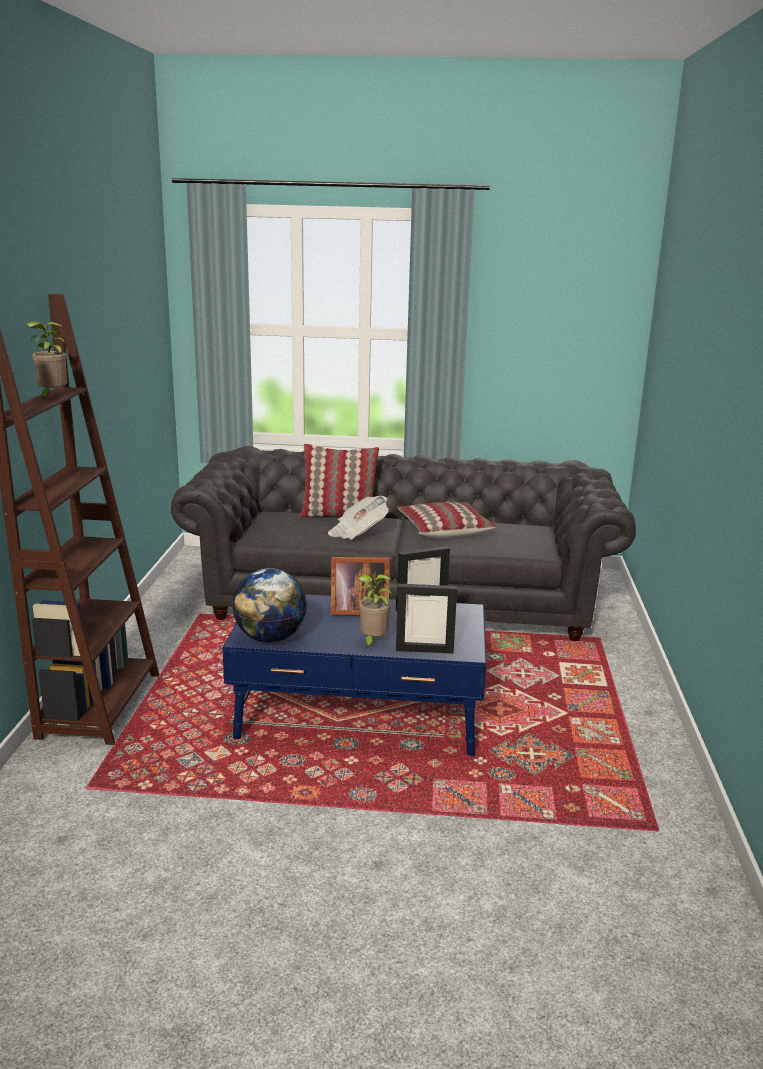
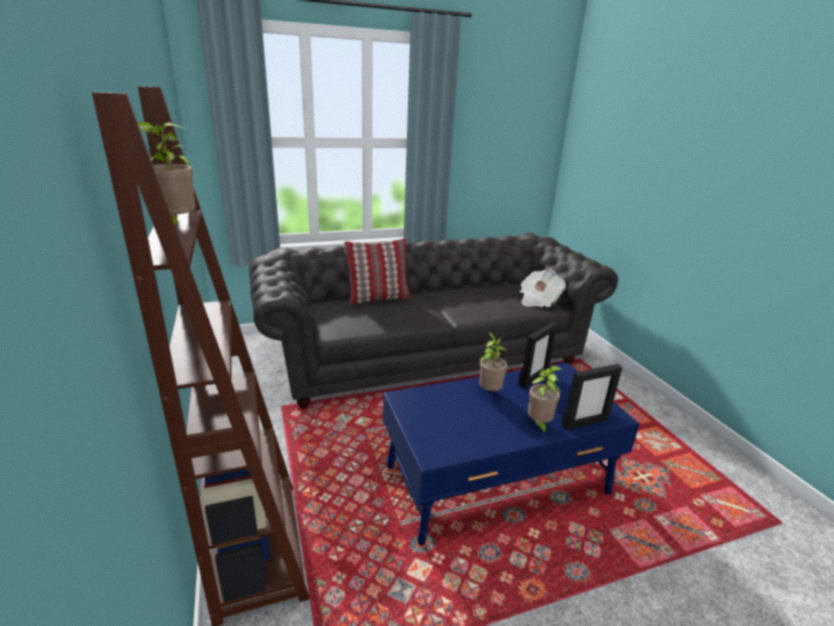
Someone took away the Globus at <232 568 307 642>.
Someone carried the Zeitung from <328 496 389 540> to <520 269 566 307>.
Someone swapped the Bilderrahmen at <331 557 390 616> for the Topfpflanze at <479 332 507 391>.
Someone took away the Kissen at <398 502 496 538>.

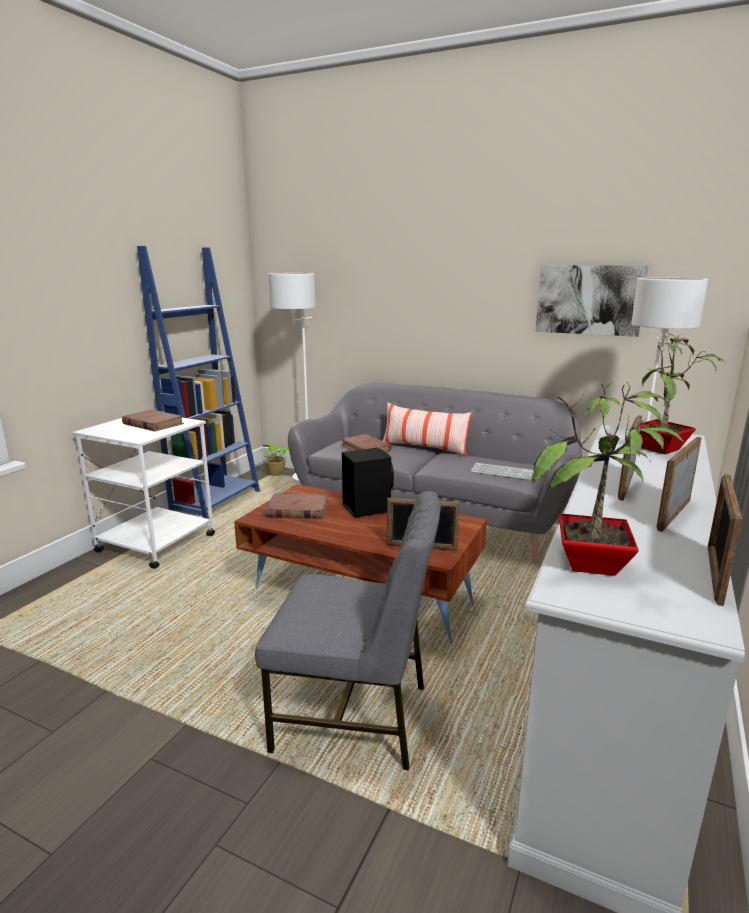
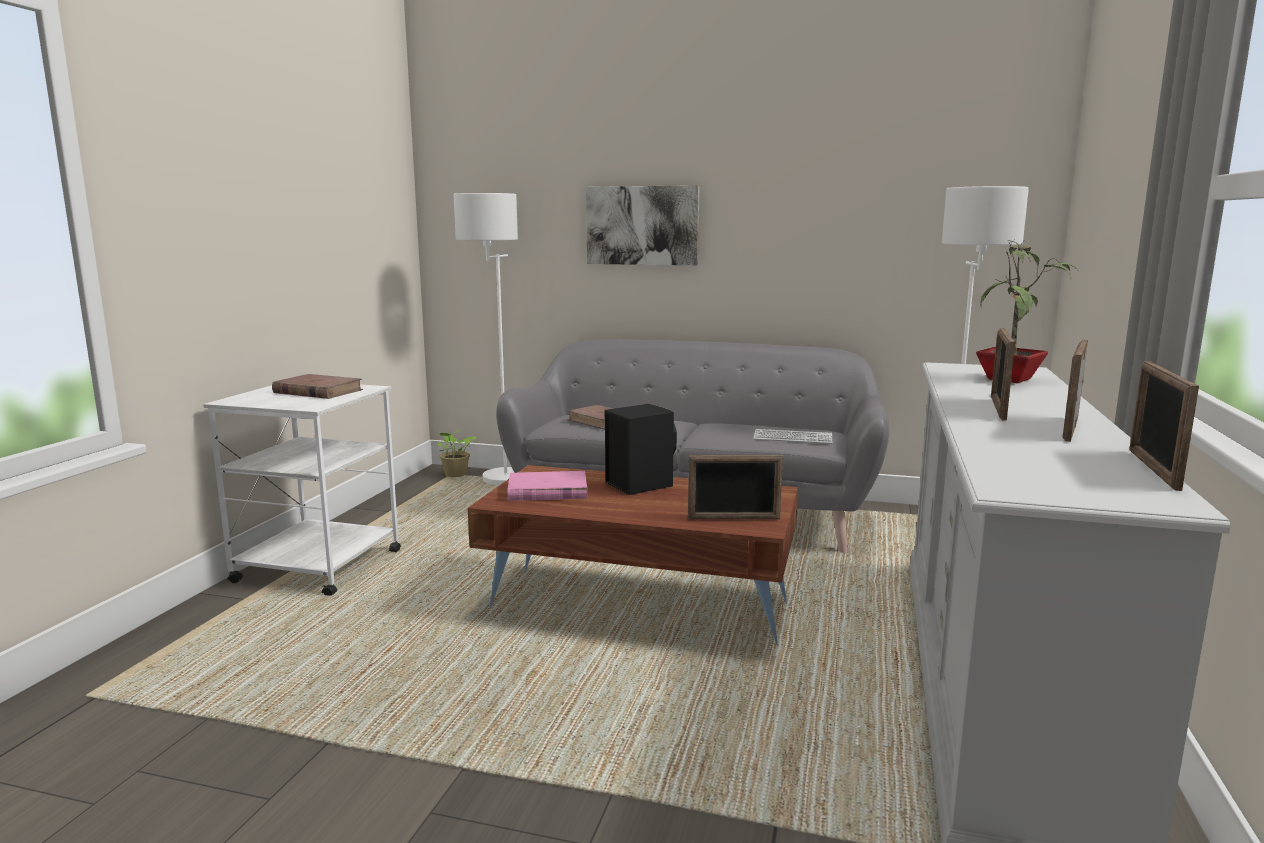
Someone took away the Bücherregal [blau] at <137 246 260 519>.
Someone took away the Stuhl [grau] at <255 491 441 770>.
Someone repainted the Buch [braun] at <264 493 329 519>, which became the Buch [rosa] at <508 471 587 501>.
Someone took away the Kissen at <383 402 473 456>.
Someone took away the Topfpflanze at <532 381 684 576>.
Someone carried the Bild from <535 265 649 337> to <586 185 700 265>.

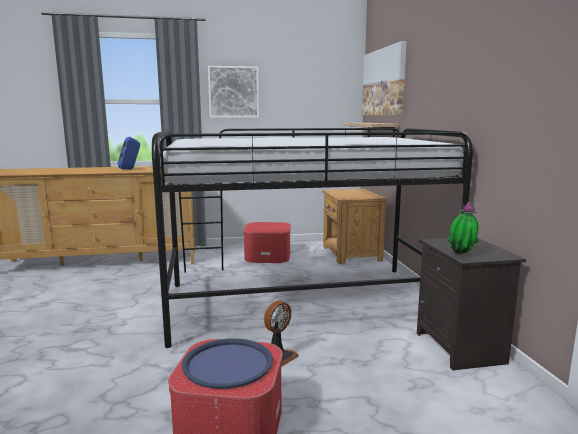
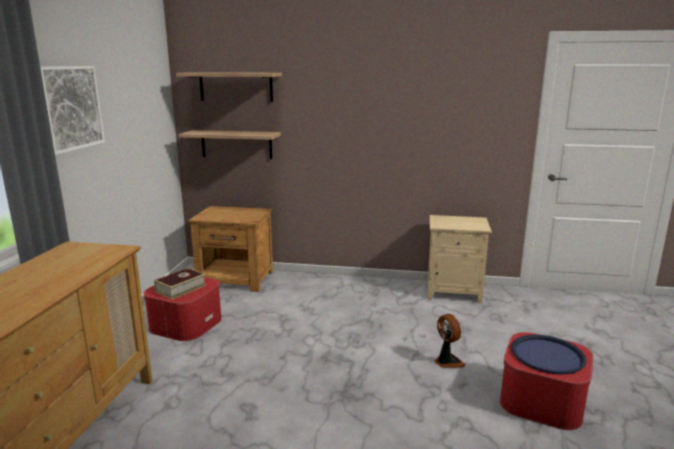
Someone took away the Lautsprecher [blau] at <118 137 140 170>.
Someone took away the Bett [schwarz] at <152 128 473 348>.
Someone swapped the Bild at <362 41 407 115> for the Wandregal at <176 72 282 102>.
Someone repainted the Nachttisch [schwarz] at <417 238 526 370>, which became the Nachttisch [beige] at <428 215 492 303>.
Someone took away the Topfpflanze at <447 202 479 255>.
Someone put down the Buch at <154 268 206 300>.

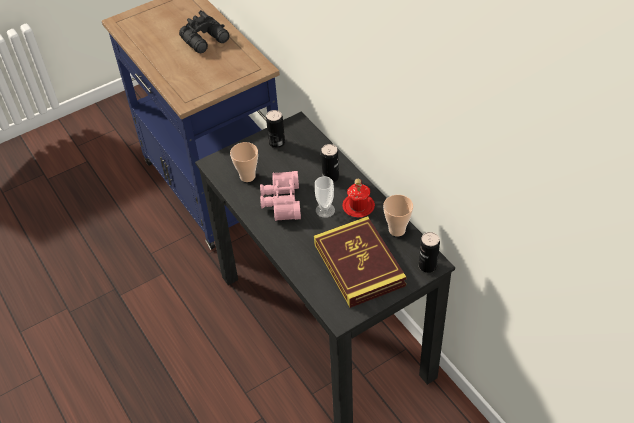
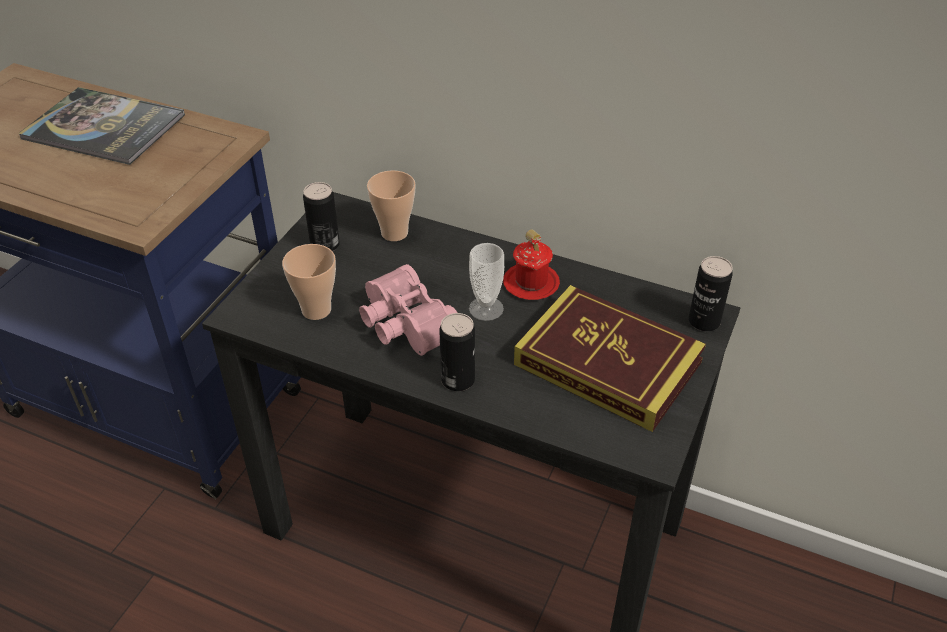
Someone swapped the Fernglas [schwarz] at <179 10 229 53> for the Buch at <18 87 185 165>.
Someone carried the Dose from <321 144 339 183> to <439 313 475 391>.
Someone carried the Tasse from <383 195 413 237> to <367 170 416 241>.

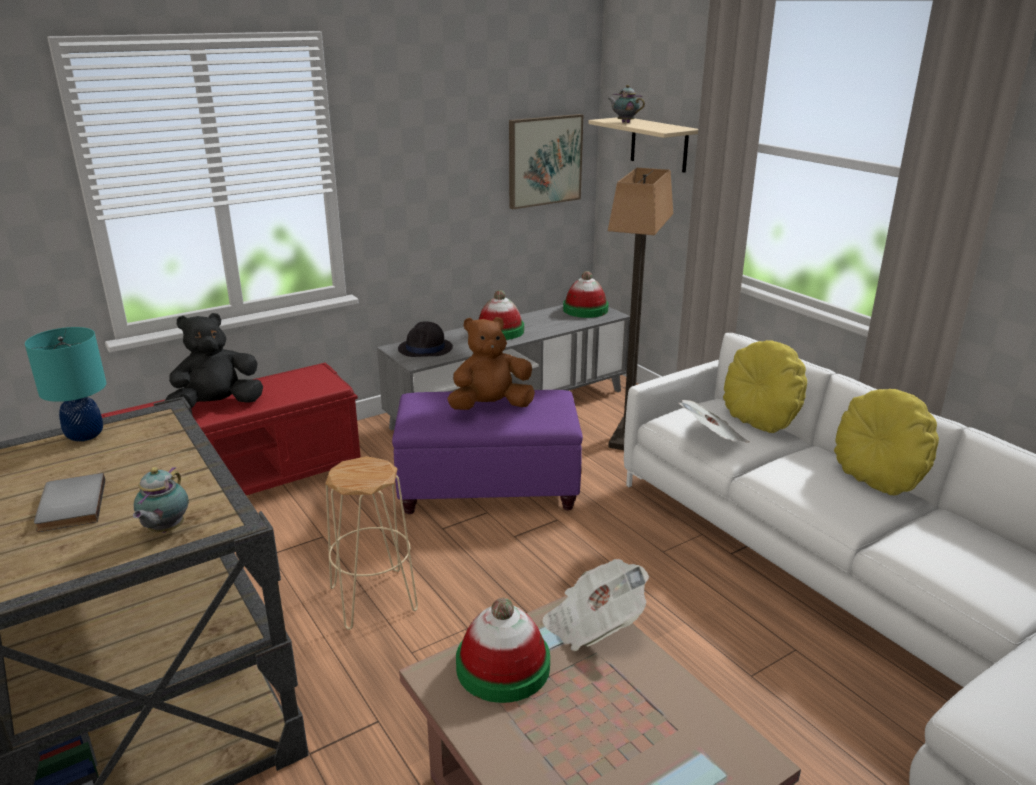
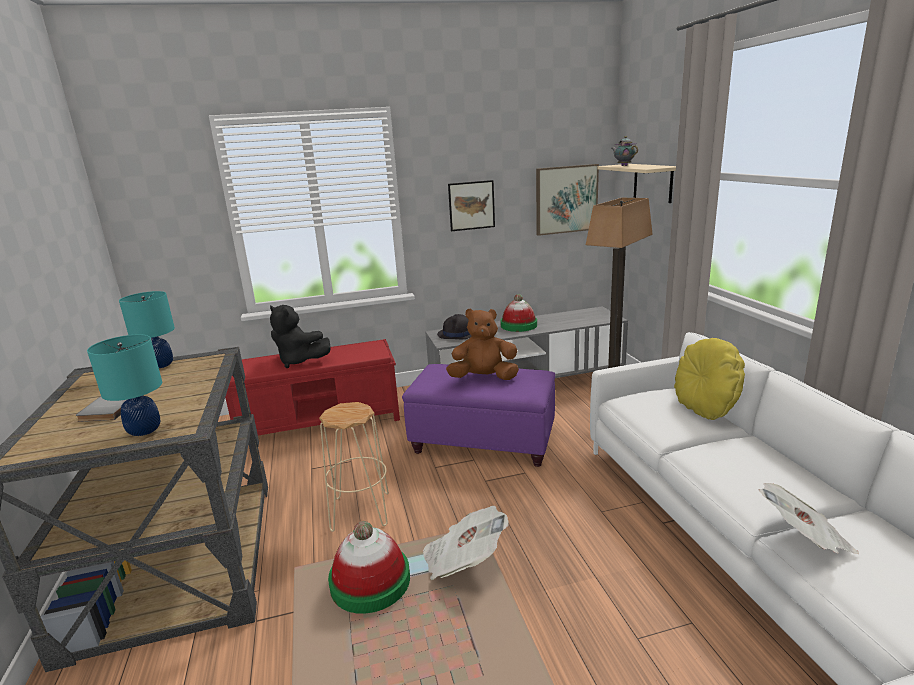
Someone swapped the Teekanne at <133 467 189 533> for the Tischlampe [türkis] at <87 335 162 436>.
Someone rotated the Plüschtier [schwarz] at <165 313 263 408> by 135 degrees counterclockwise.
Someone took away the Hut at <563 271 609 318>.
Someone carried the Zeitung from <679 400 750 443> to <758 483 859 554>.
Someone took away the Kissen [gelb] at <834 389 939 495>.
Someone put up the Bild at <448 180 495 231>.

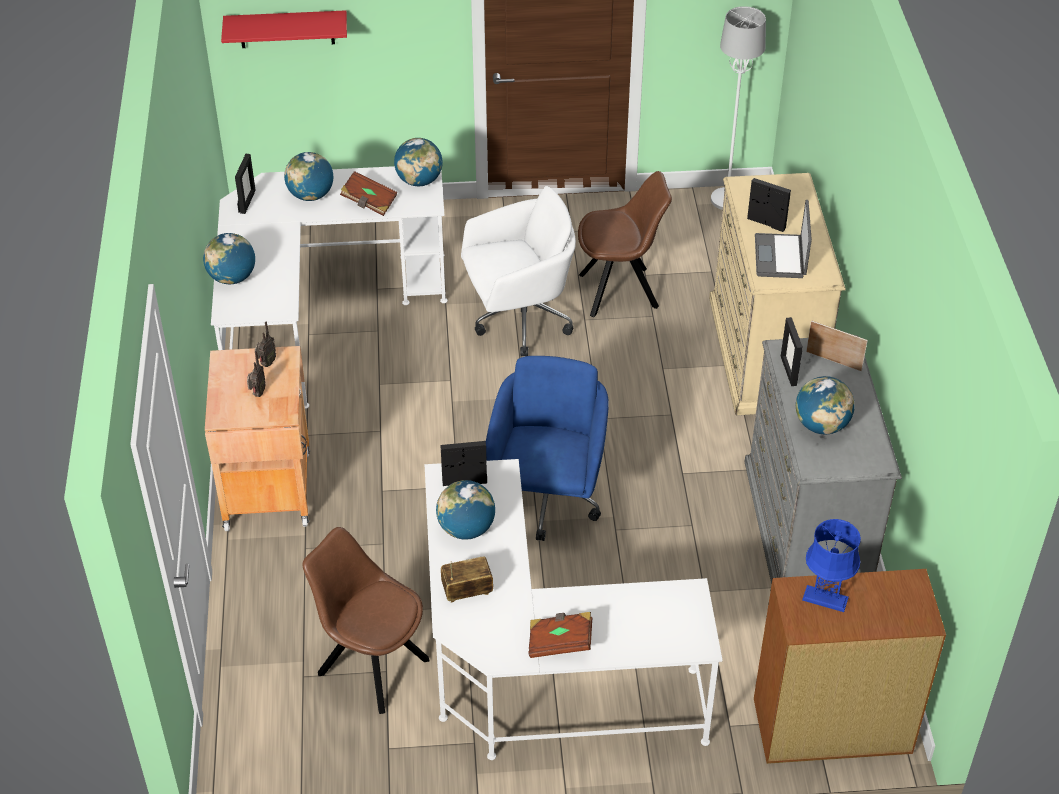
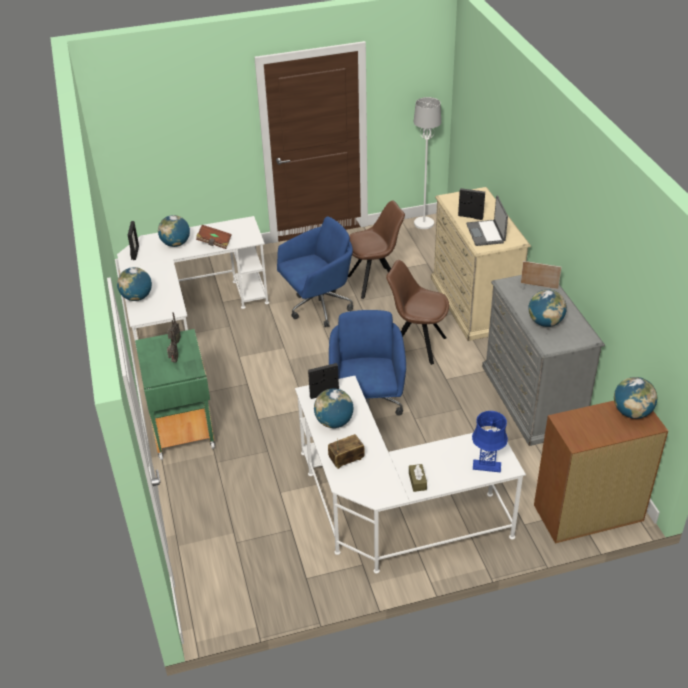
Someone repainted the Rollwagen [braun] at <205 346 310 531>, which became the Rollwagen [grün] at <135 329 216 460>.
Someone took away the Wandregal [rot] at <221 10 347 48>.
Someone carried the Stuhl [braun] from <302 527 430 714> to <386 260 449 365>.
Someone carried the Globus from <394 138 443 186> to <614 377 657 419>.
Someone repainted the Bürostuhl [weiß] at <461 186 576 357>, which became the Bürostuhl [blau] at <277 217 353 327>.
Someone swapped the Buch [braun] at <529 612 592 658> for the Taschentuchbox [braun] at <409 464 427 492>.
Someone took away the Bilderrahmen at <781 317 803 386>.
Someone carried the Tischlampe [blau] from <802 519 861 612> to <472 411 508 472>.

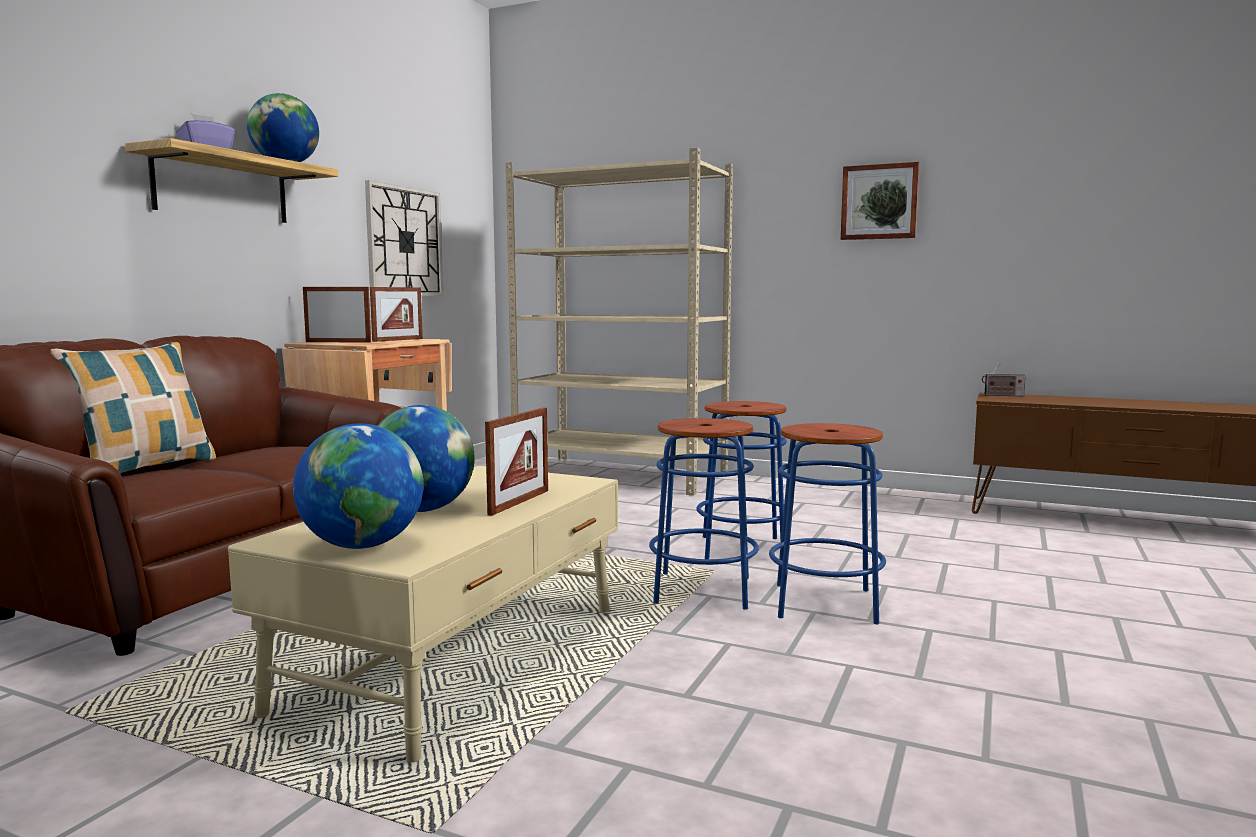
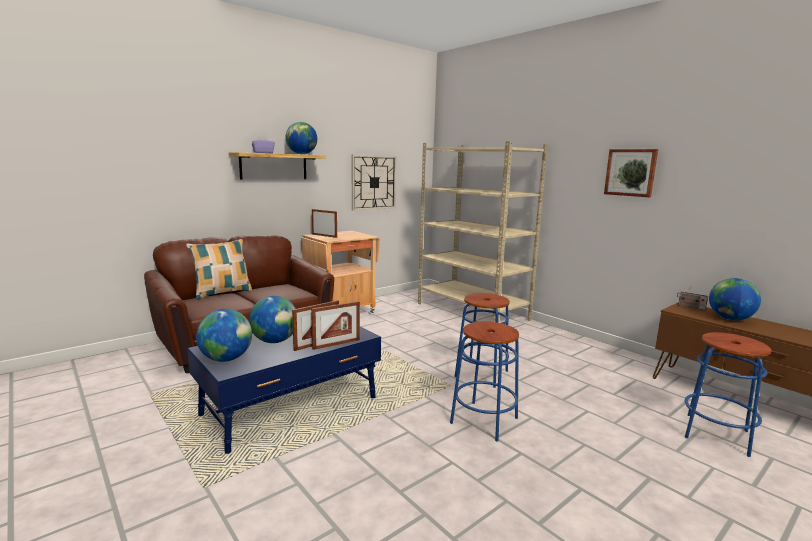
Someone repainted the Couchtisch [beige] at <228 466 618 762>, which became the Couchtisch [blau] at <187 327 381 454>.
Someone carried the Bilderrahmen from <370 287 423 342> to <311 301 360 350>.
Someone carried the Hocker [blau] from <649 418 759 610> to <685 332 772 457>.
Someone put down the Globus at <709 278 761 320>.

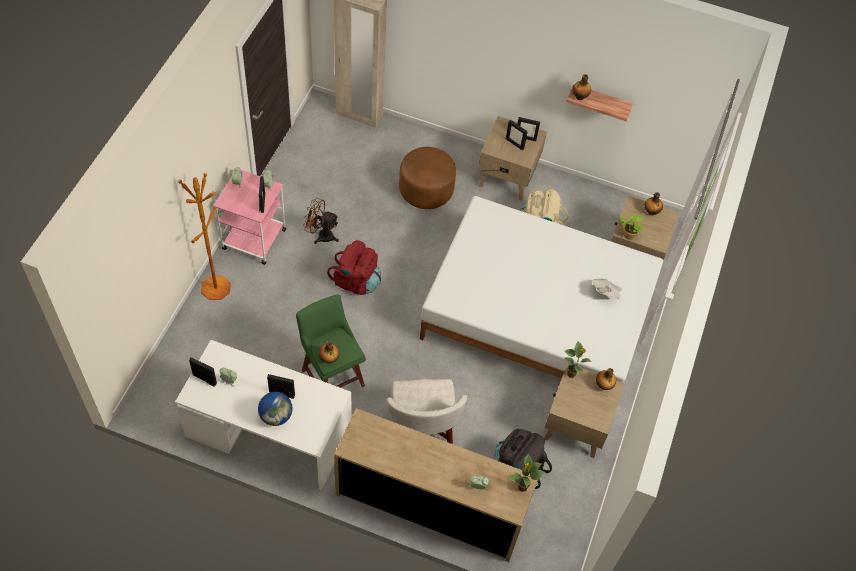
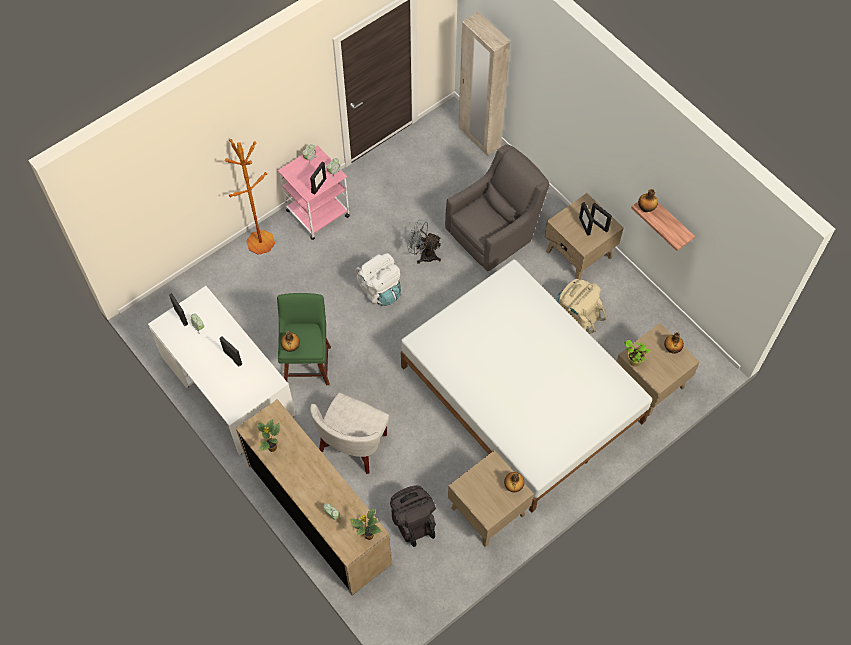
Someone took away the Globus at <258 392 293 426>.
Someone took away the Ventilator [braun] at <303 198 339 244>.
Someone repainted the Rucksack [rot] at <327 240 381 295>, which became the Rucksack [weiß] at <355 253 401 306>.
Someone swapped the Polsterhocker [braun] at <399 147 456 209> for the Sessel [grau] at <445 144 549 271>.
Someone carried the Topfpflanze from <564 341 592 378> to <257 419 280 452>.
Someone took away the Zeitung at <592 278 622 299>.
Someone put down the Ventilator [grau] at <407 220 441 264>.

